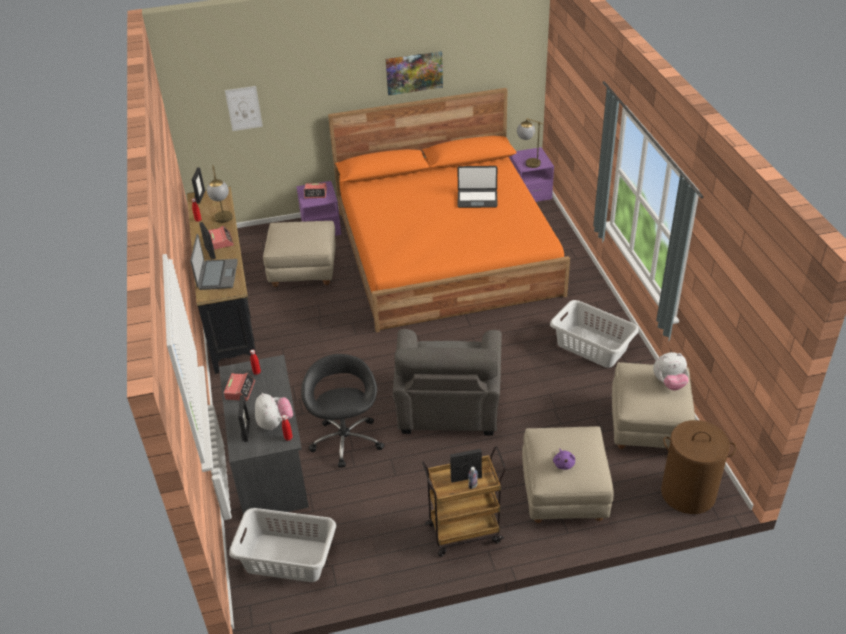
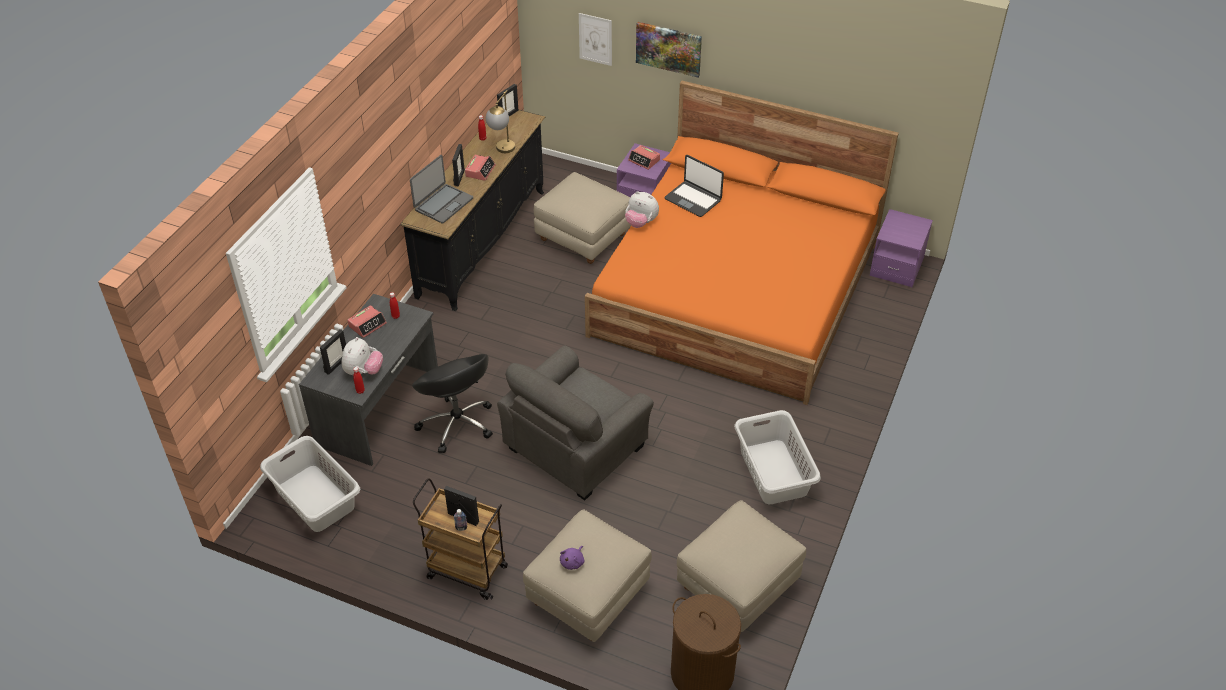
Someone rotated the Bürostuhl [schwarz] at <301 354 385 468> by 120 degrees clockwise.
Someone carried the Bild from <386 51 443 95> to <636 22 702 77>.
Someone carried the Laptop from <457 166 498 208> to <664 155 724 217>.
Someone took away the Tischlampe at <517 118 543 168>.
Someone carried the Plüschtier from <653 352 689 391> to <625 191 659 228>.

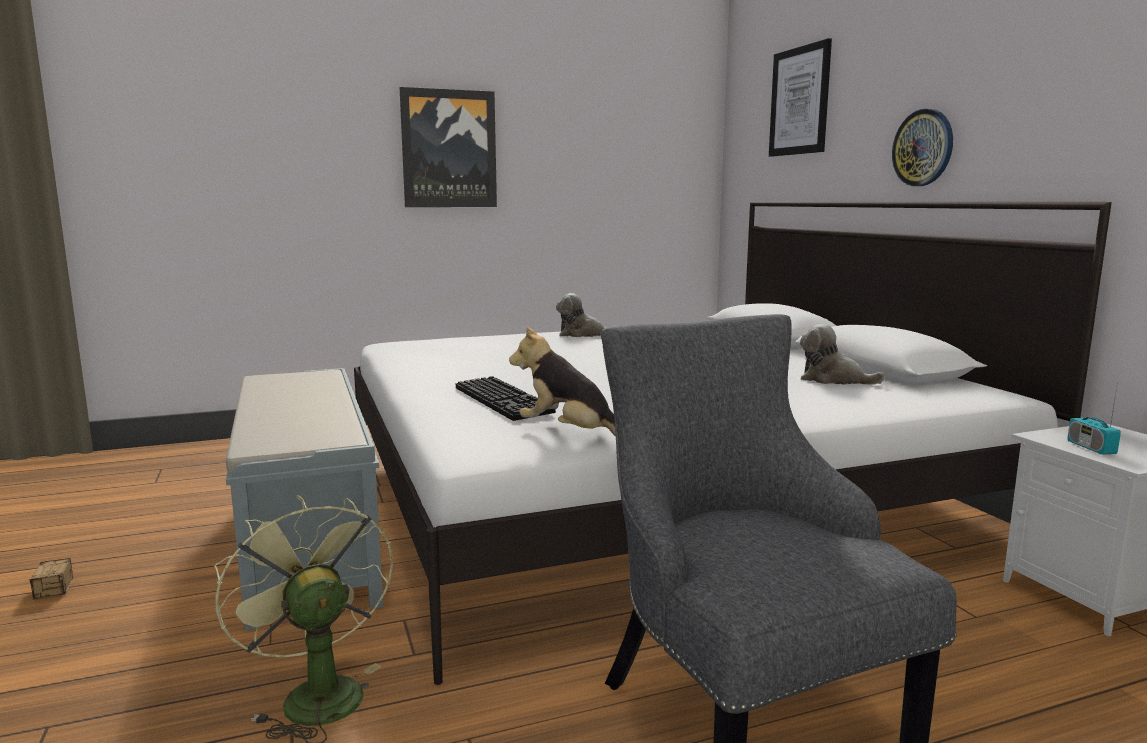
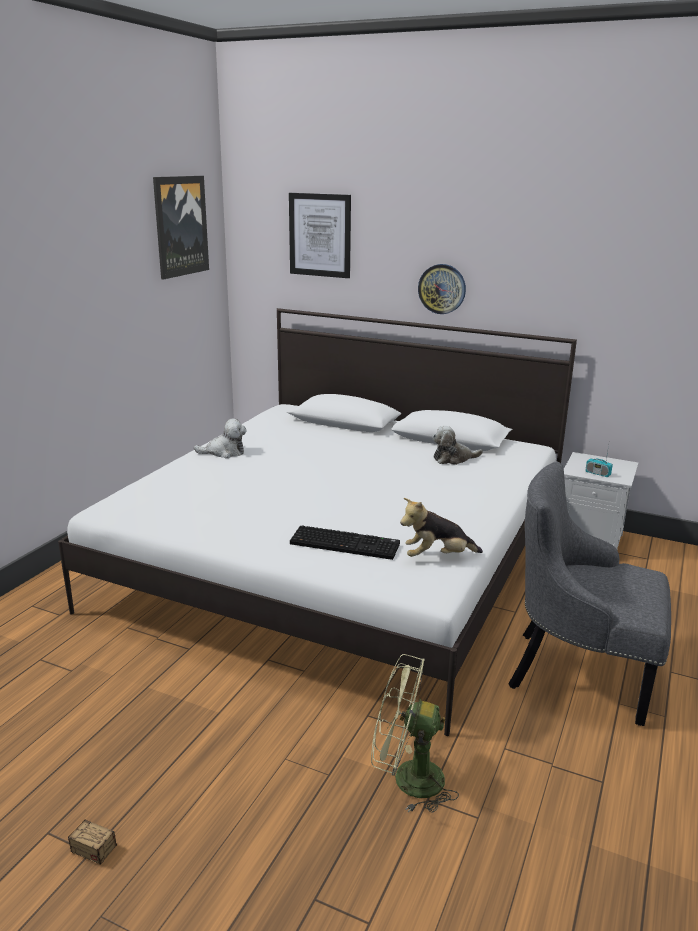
Someone took away the Bank [grau] at <226 368 384 631>.
Someone carried the Bild from <399 87 497 207> to <153 176 209 280>.
Someone rotated the Plüschtier at <556 293 616 337> by 150 degrees counterclockwise.

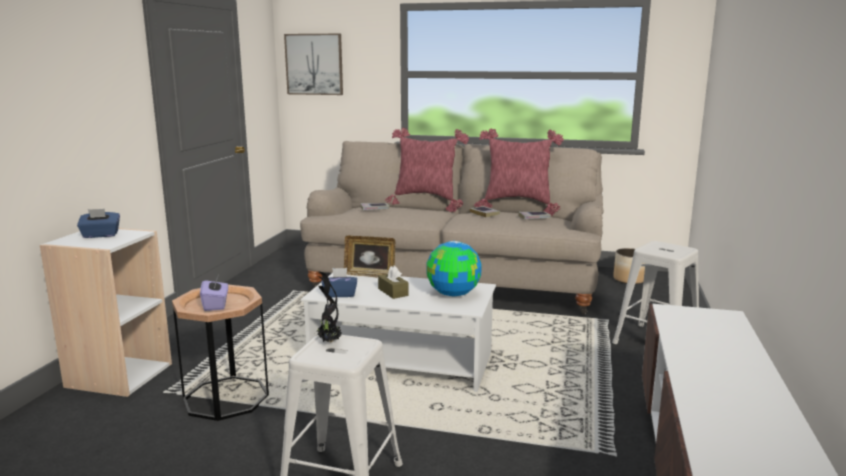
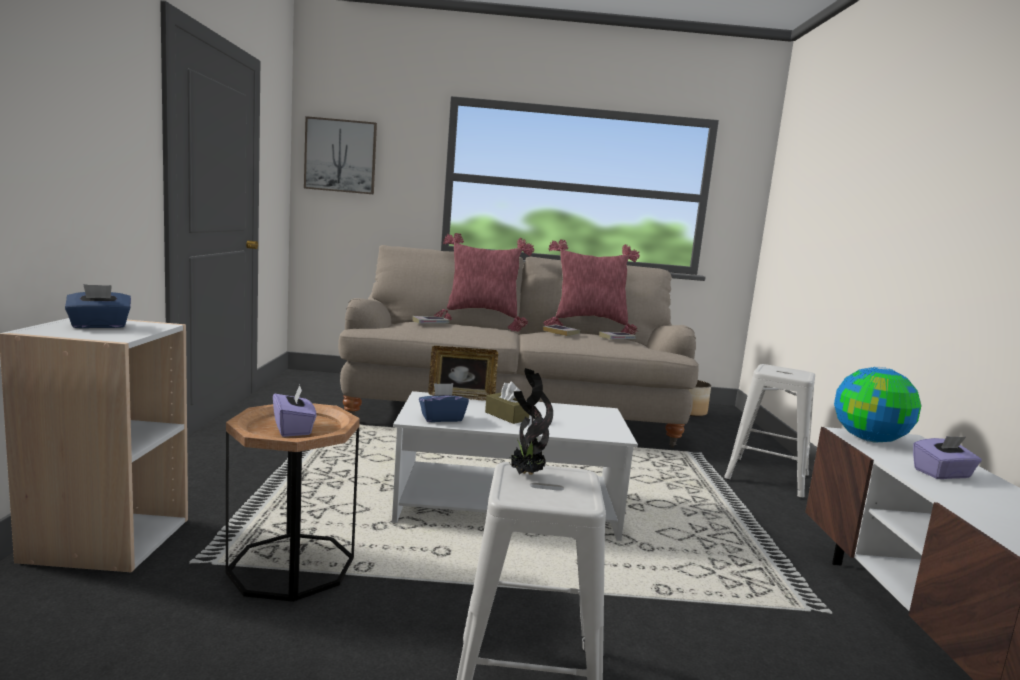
Someone carried the Globus from <427 241 482 296> to <834 367 922 443>.
Someone put down the Taschentuchbox [lila] at <913 436 982 479>.

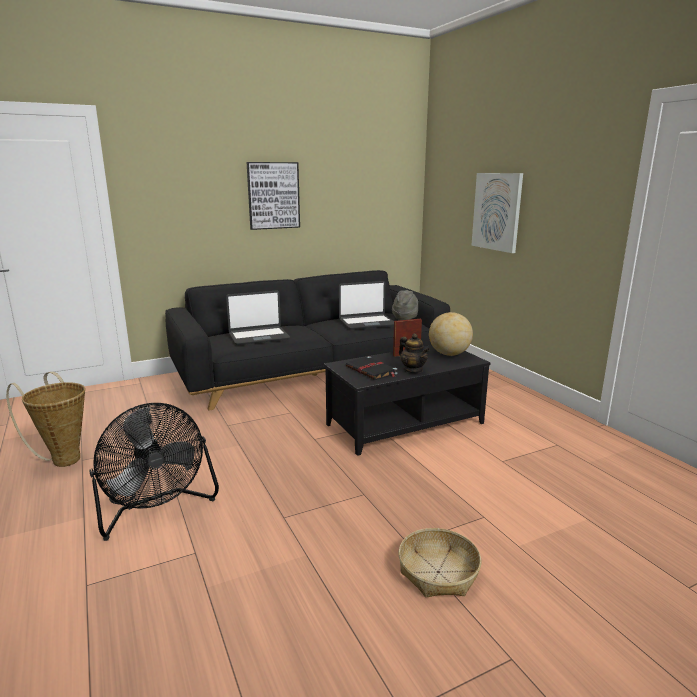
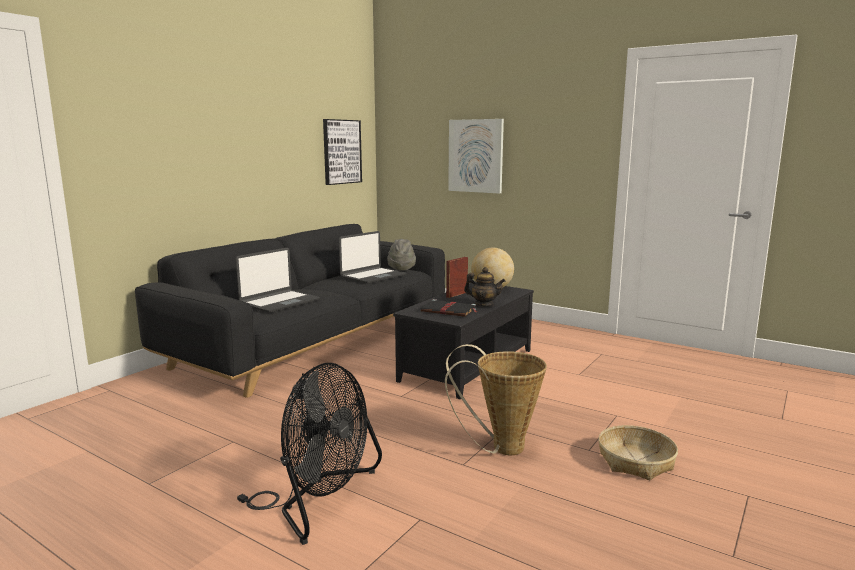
Someone carried the Korb from <6 372 85 467> to <445 344 547 455>.
Someone carried the Bild from <246 162 300 230> to <323 119 362 185>.

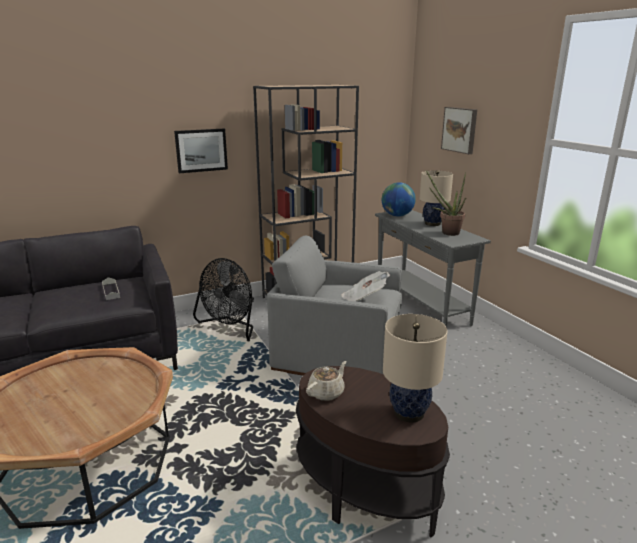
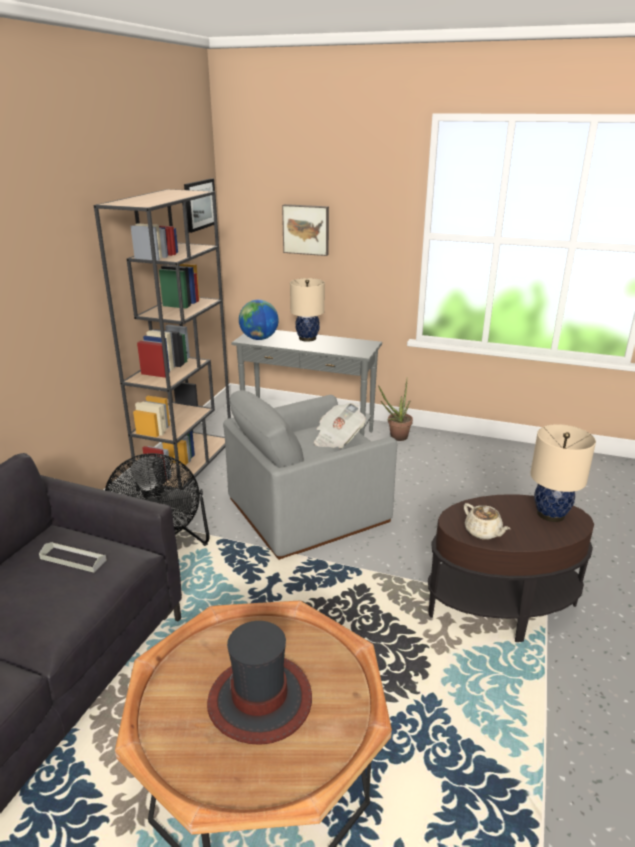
Someone carried the Bild from <174 129 228 173> to <184 179 215 233>.
Someone rotated the Teekanne [beige] at <306 361 347 401> by 150 degrees clockwise.
Someone carried the Topfpflanze from <426 170 466 236> to <378 380 413 441>.
Someone put down the Hut at <207 621 312 745>.

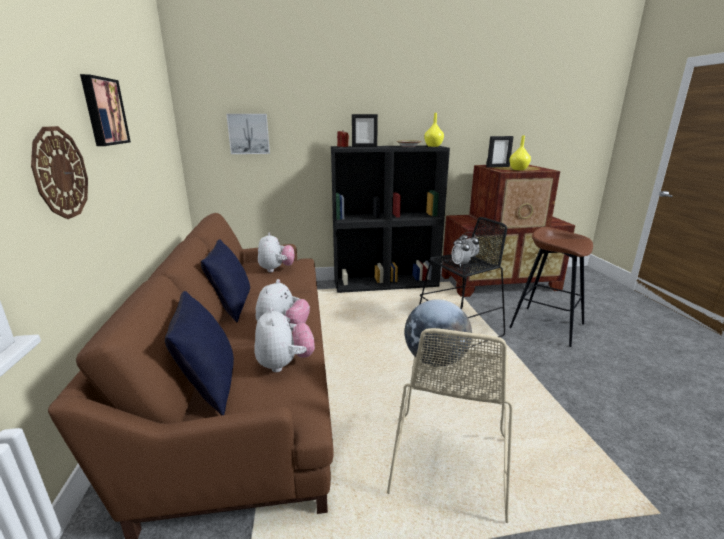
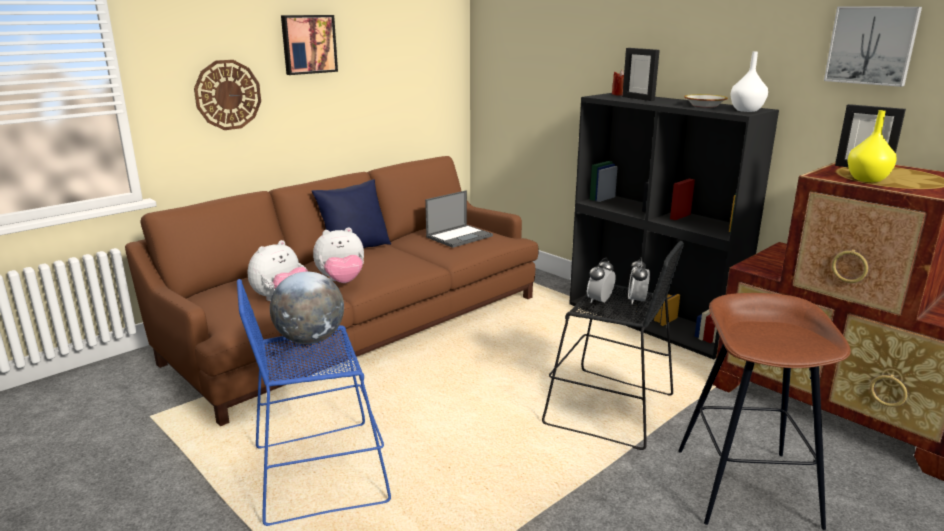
Someone took away the Kissen [blau] at <165 291 234 415>.
Someone carried the Bild from <226 114 270 154> to <824 7 922 87>.
Someone swapped the Plüschtier at <258 233 294 272> for the Laptop at <425 190 493 248>.
Someone repainted the Hocker [beige] at <387 328 513 523>, which became the Hocker [blau] at <237 279 391 526>.
Someone repainted the Vase [gelb] at <424 113 444 147>, which became the Vase [weiß] at <731 52 768 112>.

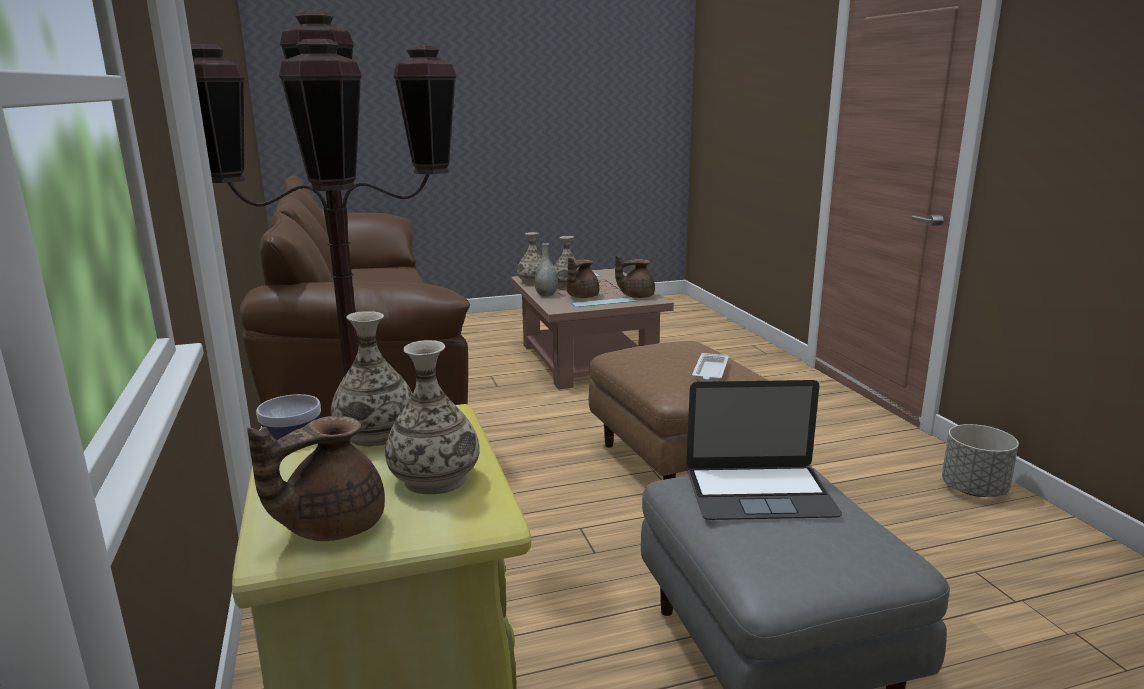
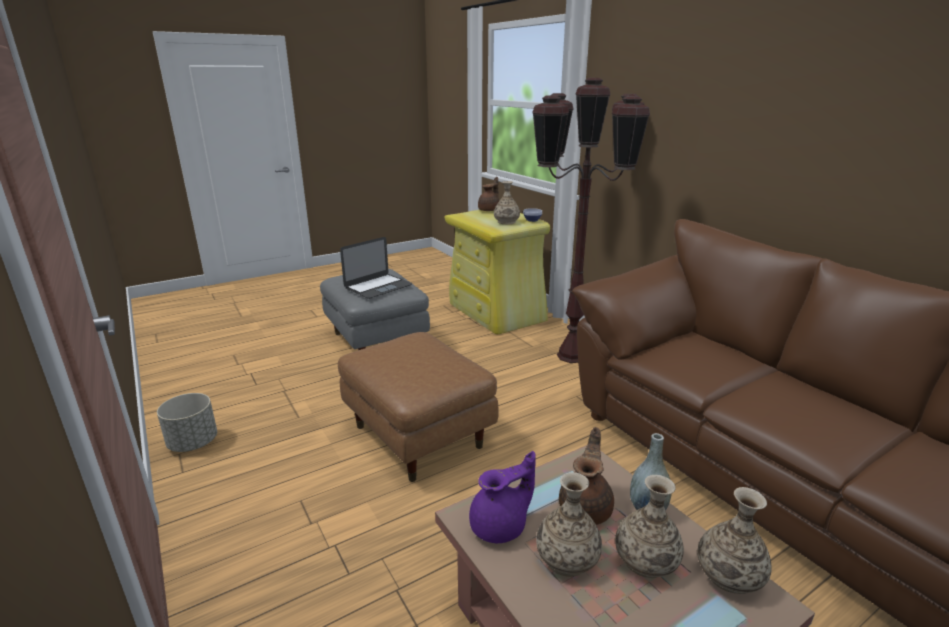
Someone carried the Vase from <385 340 480 494> to <536 472 602 577>.
Someone repainted the Teekanne [braun] at <615 255 655 298>, which became the Teekanne [lila] at <469 451 536 543>.
Someone rotated the Laptop at <687 380 842 520> by 150 degrees clockwise.
Someone took away the Tablett [weiß] at <692 353 729 382>.

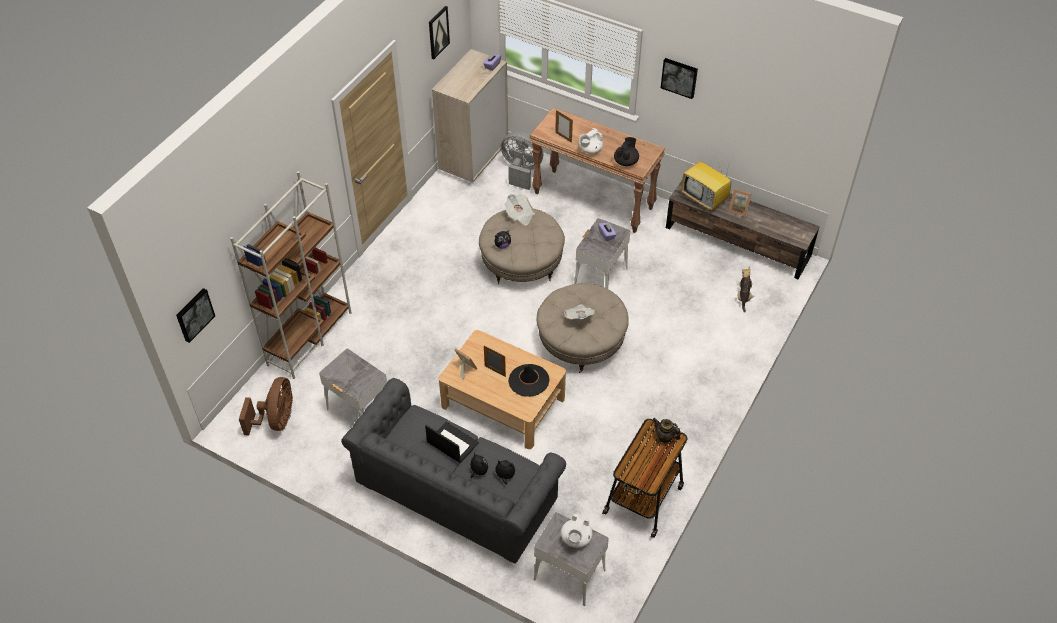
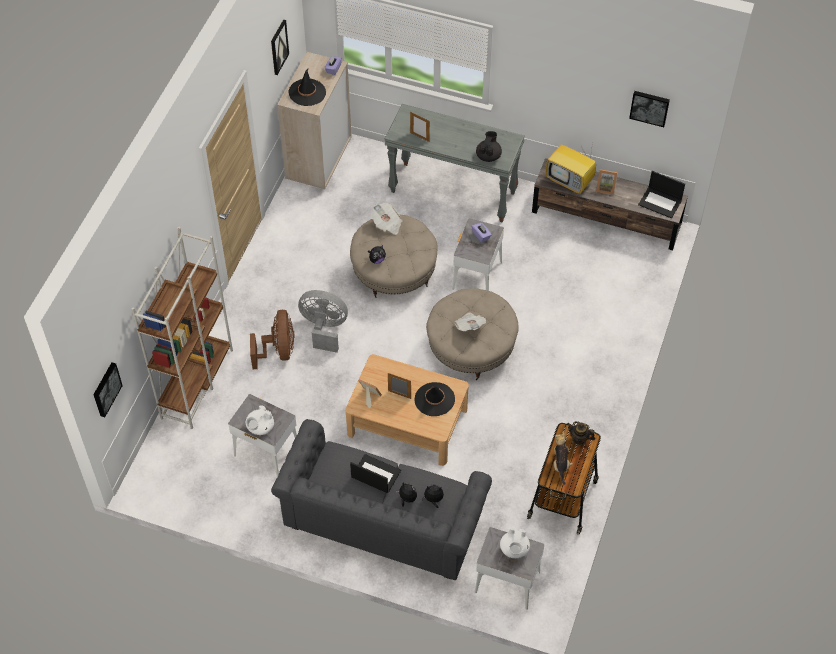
Someone carried the Ventilator [braun] from <239 377 293 436> to <250 310 294 369>.
Someone carried the Ventilator [grau] from <501 131 543 190> to <298 290 348 353>.
Someone repainted the Konsolentisch [braun] at <530 107 665 233>, which became the Konsolentisch [grau] at <385 104 525 222>.
Someone carried the Teekanne [weiß] from <579 128 603 154> to <246 405 274 435>.
Someone carried the Bild from <661 58 698 99> to <629 91 670 127>.
Someone carried the Plüschtier from <738 267 754 312> to <554 432 573 485>.
Someone put down the Hut [schwarz] at <288 69 326 106>.
Someone put down the Laptop at <638 171 685 219>.

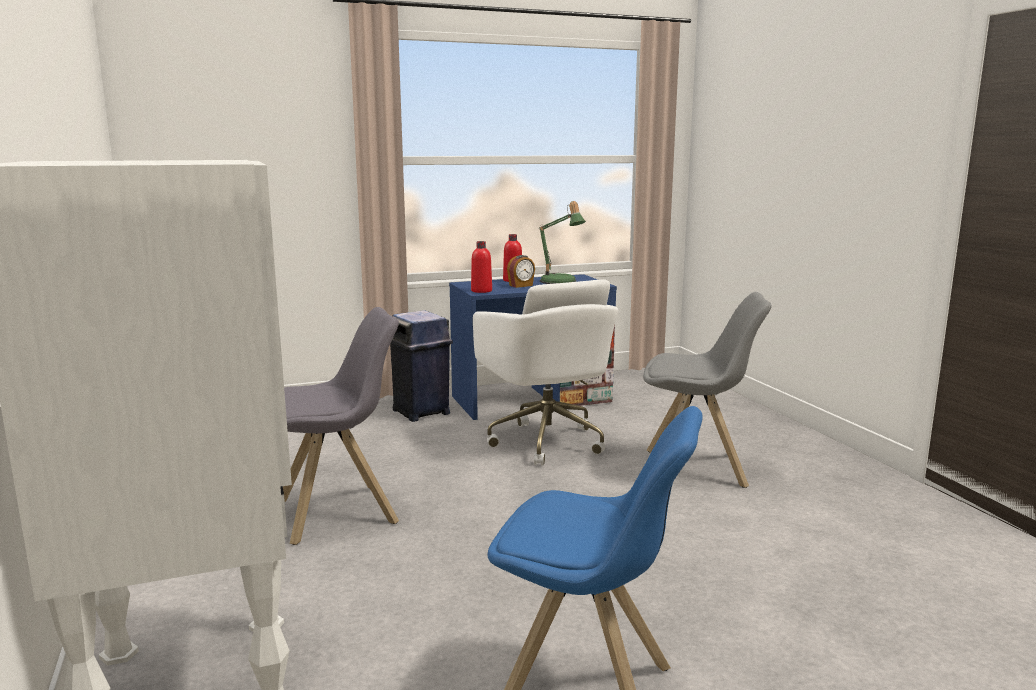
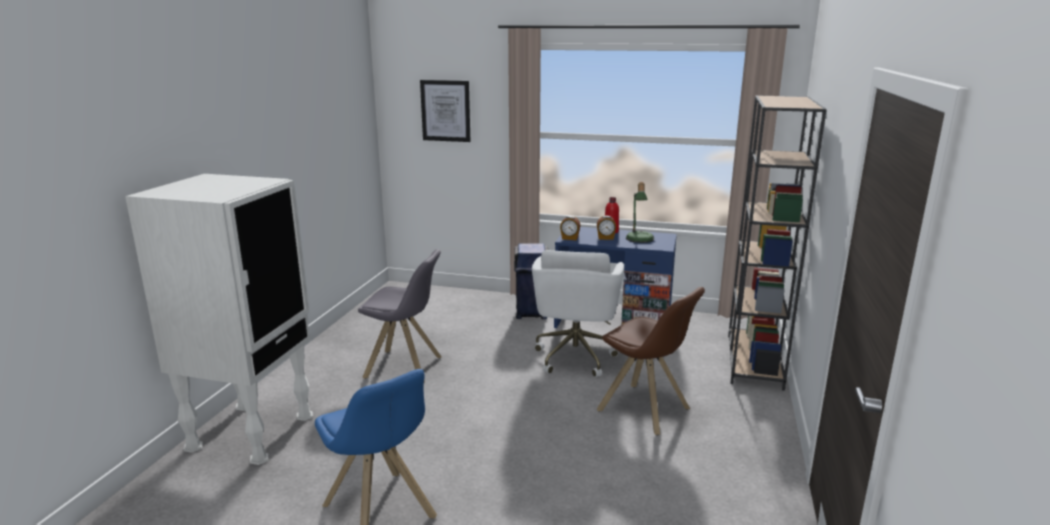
Someone swapped the Flasche [rot] at <471 241 492 293> for the Wecker at <560 216 581 240>.
Someone repainted the Stuhl [grau] at <643 292 772 488>, which became the Stuhl [braun] at <597 287 705 435>.
Someone put up the Bild at <420 80 470 142>.
Someone put down the Bücherregal at <728 95 826 391>.

